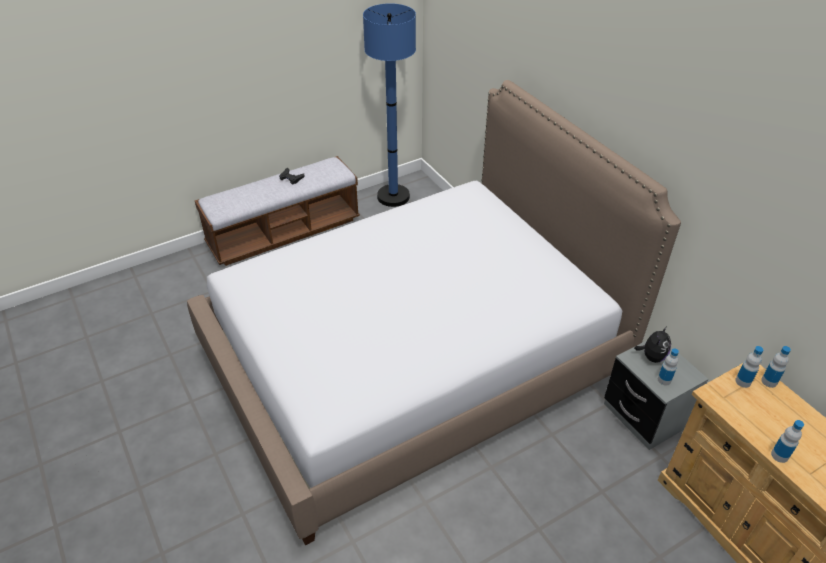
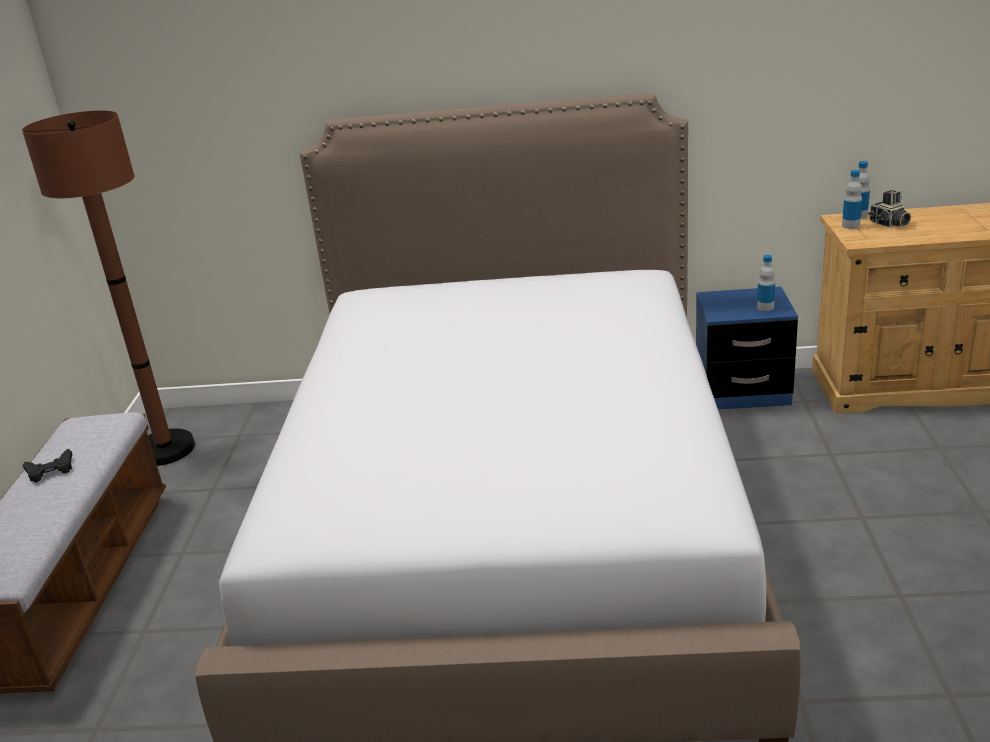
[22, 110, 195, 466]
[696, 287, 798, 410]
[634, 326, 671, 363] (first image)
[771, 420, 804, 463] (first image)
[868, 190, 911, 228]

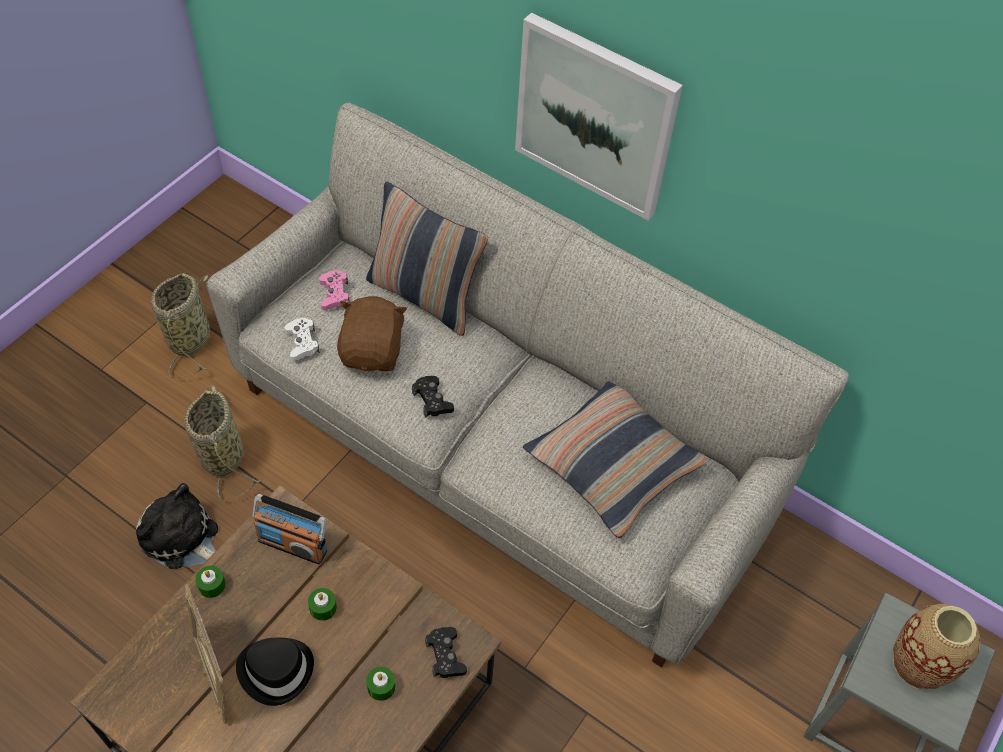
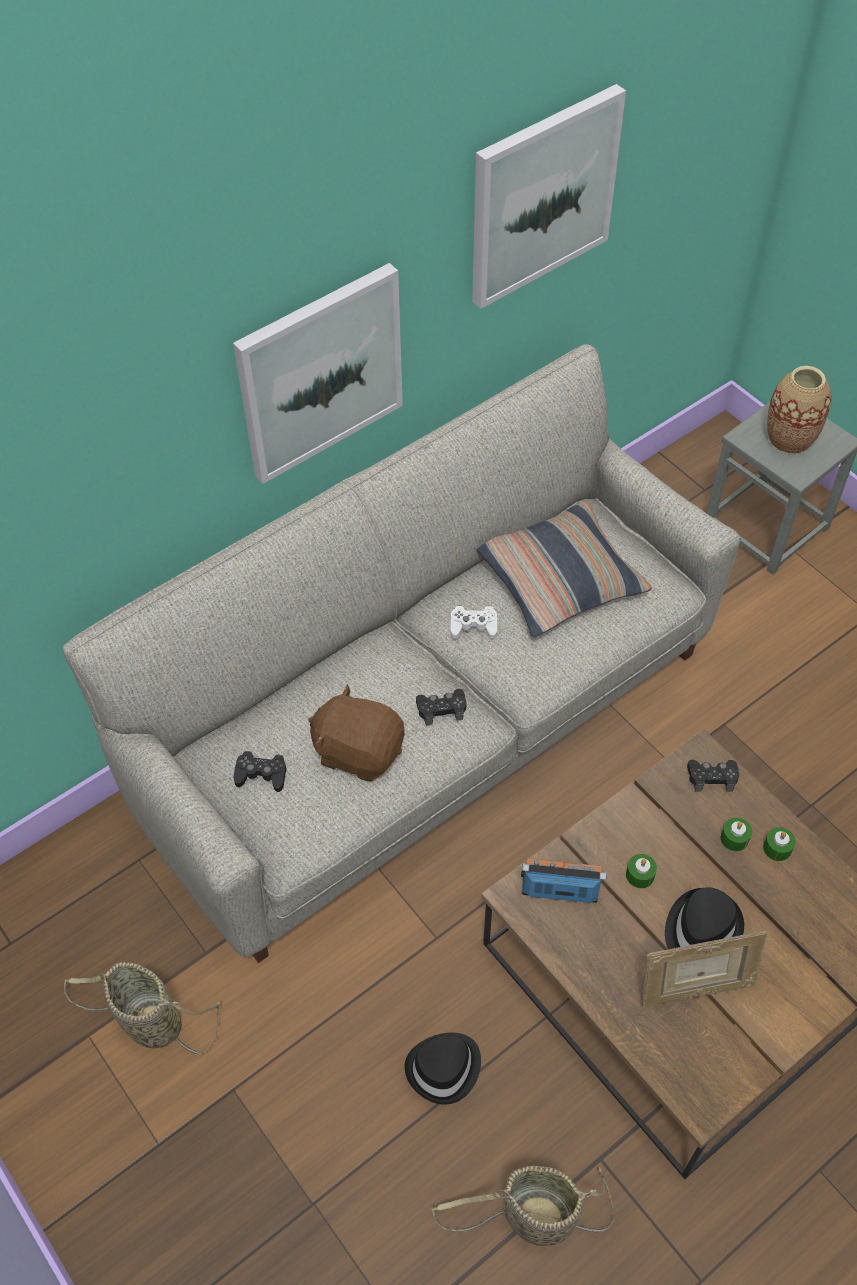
[404, 1033, 481, 1104]
[432, 1166, 614, 1246]
[763, 827, 796, 861]
[521, 858, 607, 903]
[450, 606, 497, 639]
[233, 751, 287, 792]
[366, 182, 488, 336] (first image)
[472, 84, 626, 309]

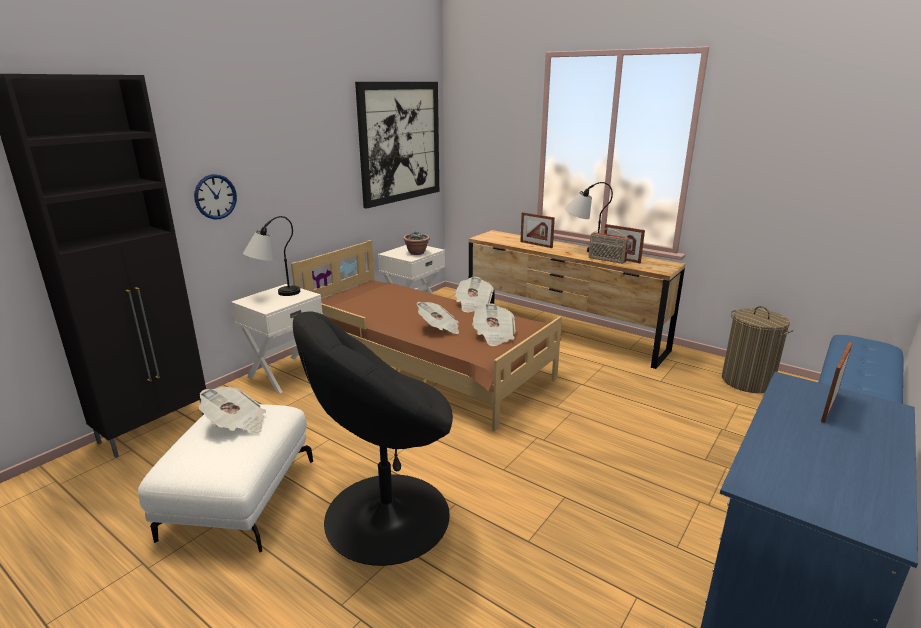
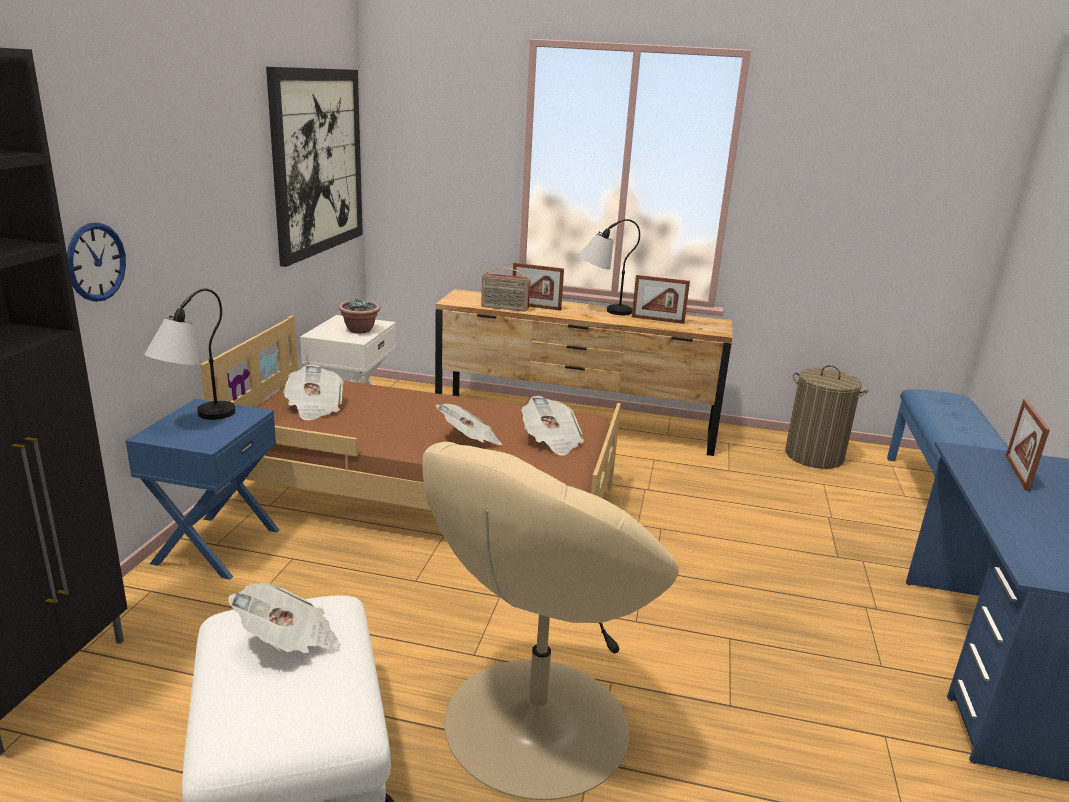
[125, 399, 279, 579]
[422, 442, 679, 800]
[283, 365, 344, 420]
[481, 268, 531, 311]

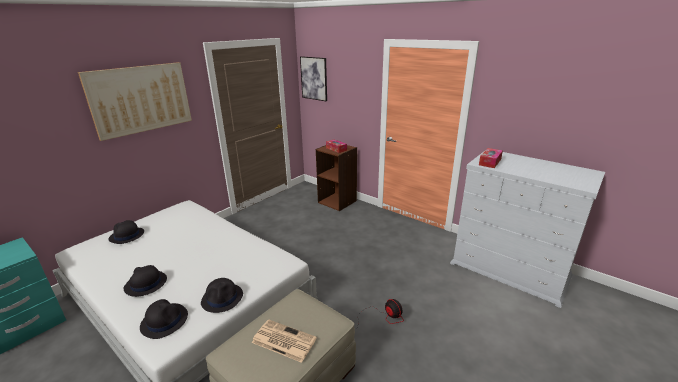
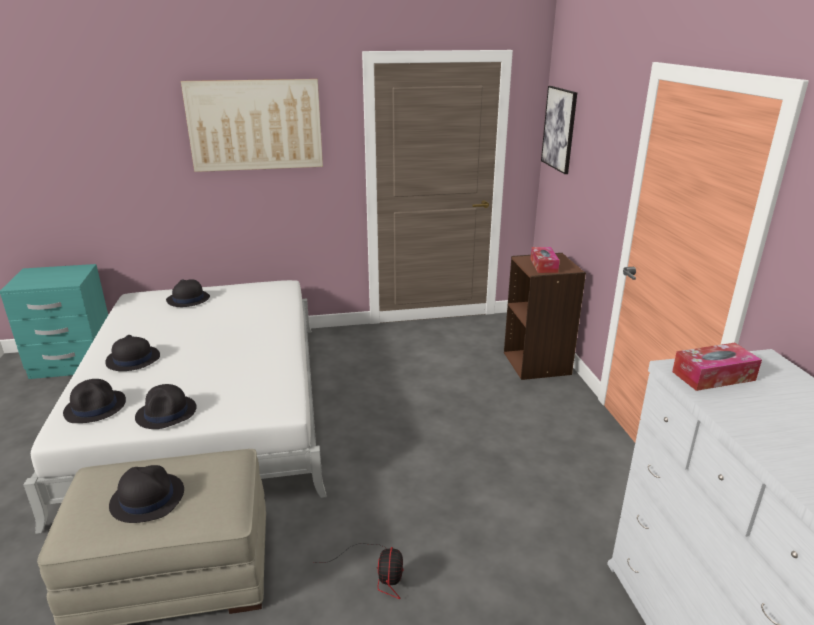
[109, 465, 184, 523]

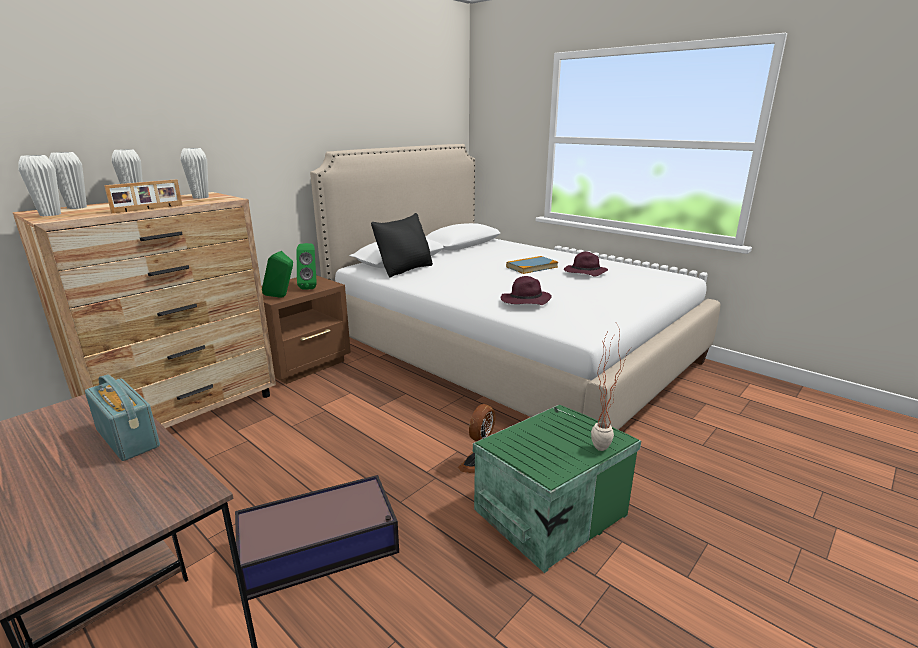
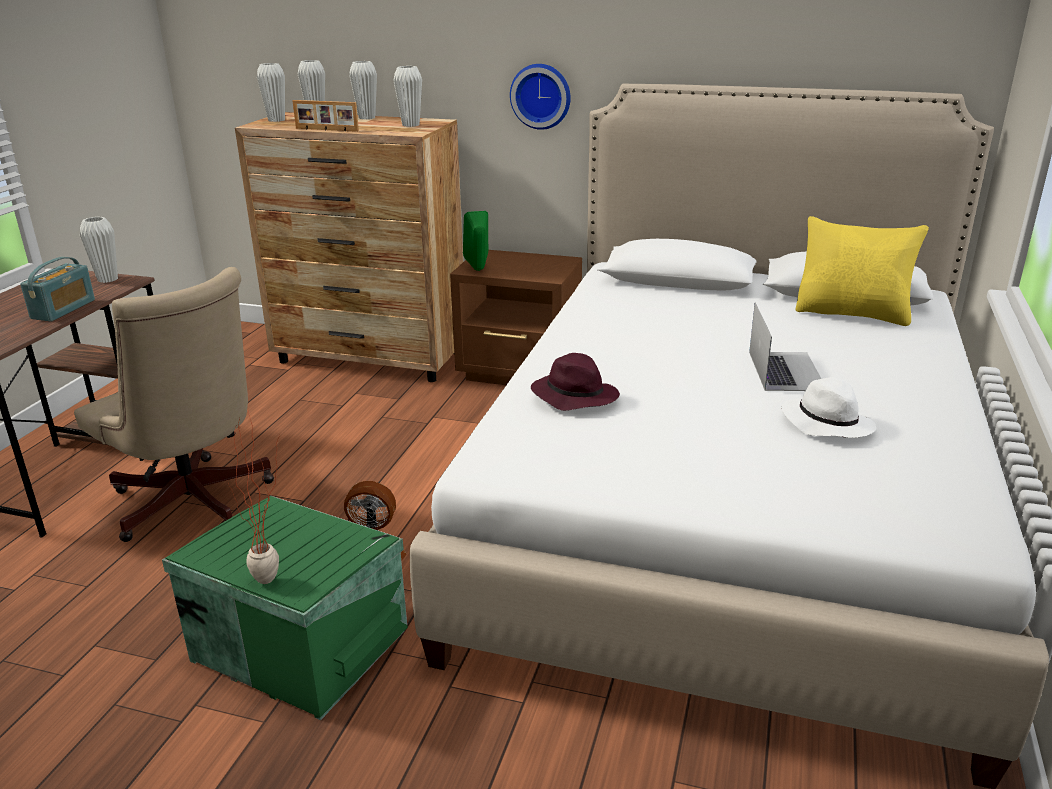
[74, 267, 274, 542]
[296, 243, 317, 289] (first image)
[371, 213, 433, 277] (first image)
[749, 302, 821, 391]
[781, 377, 876, 438]
[80, 217, 118, 283]
[510, 64, 571, 130]
[796, 216, 929, 326]

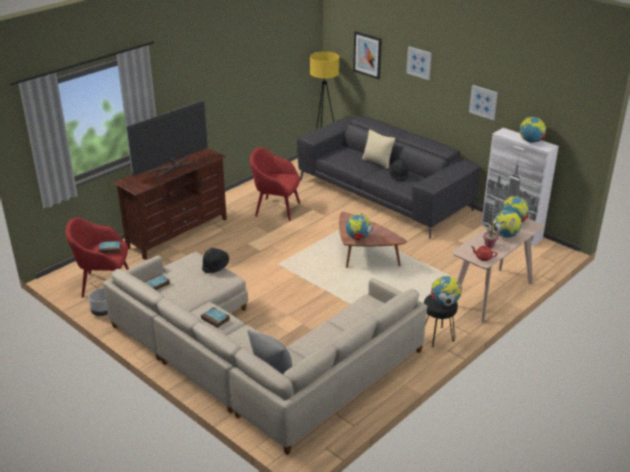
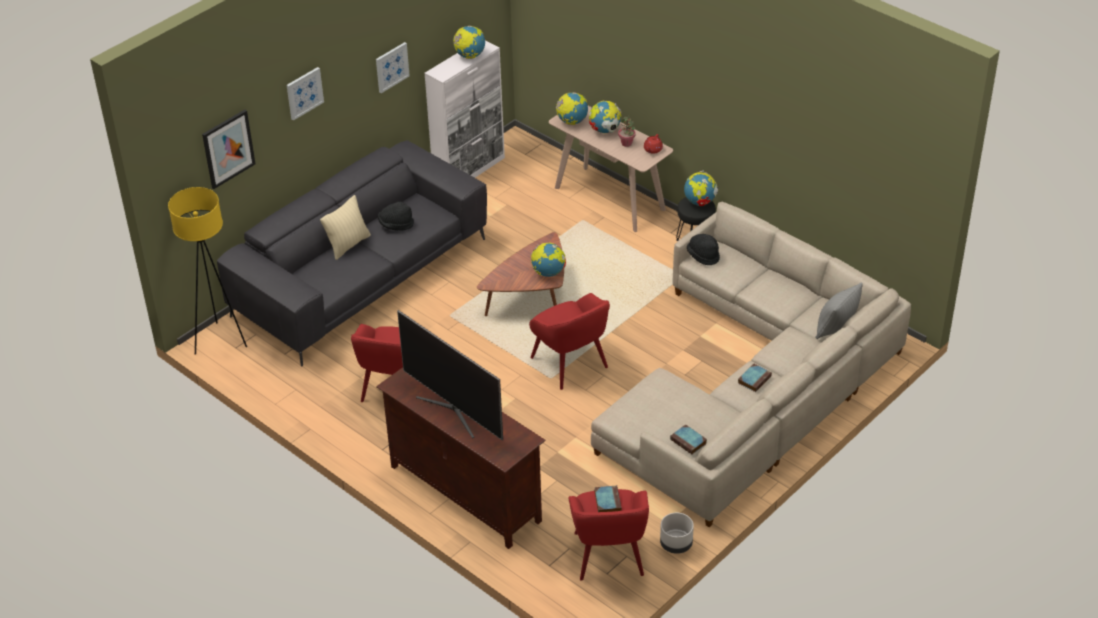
[687, 234, 720, 265]
[529, 293, 610, 390]

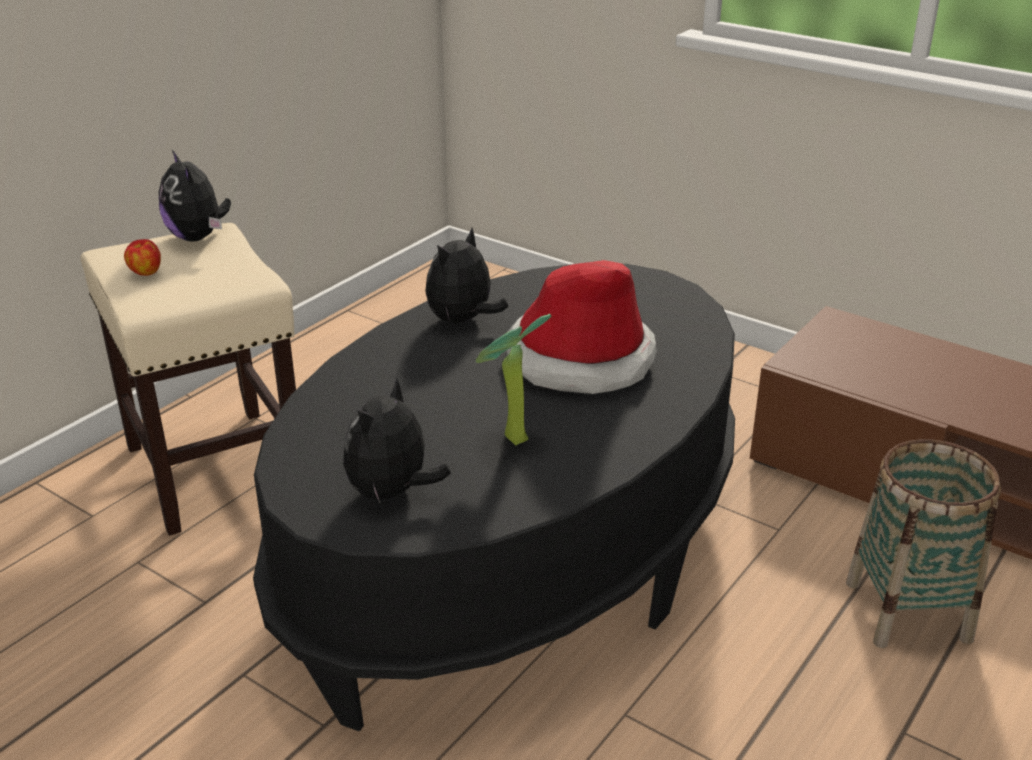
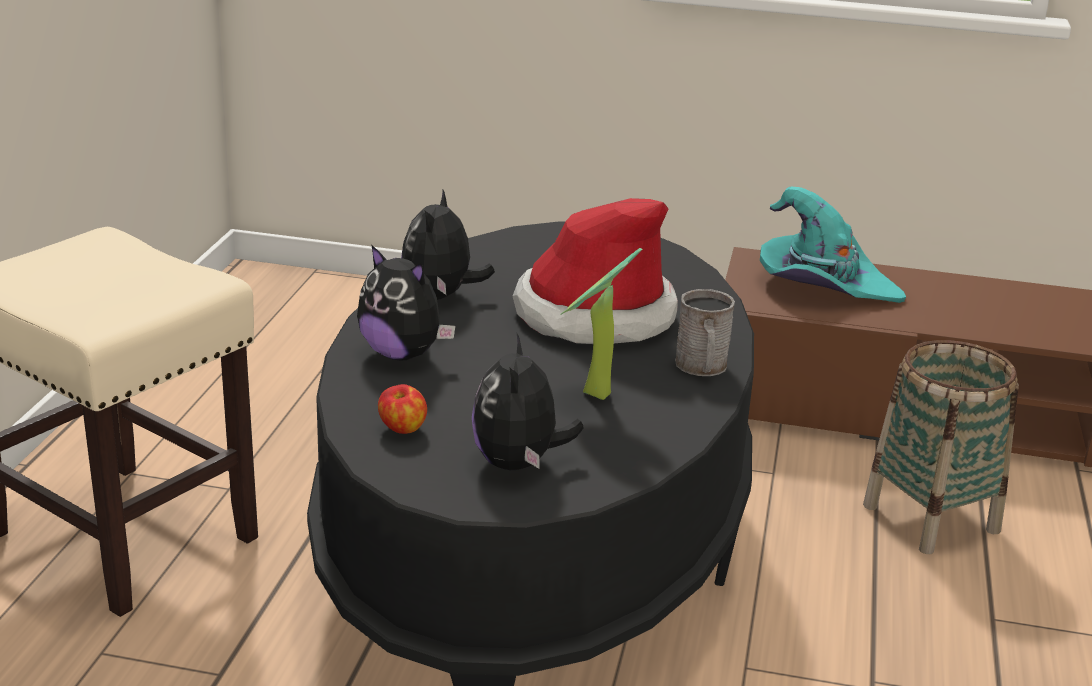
[378, 384, 427, 434]
[357, 245, 455, 361]
[675, 289, 735, 376]
[760, 187, 906, 303]

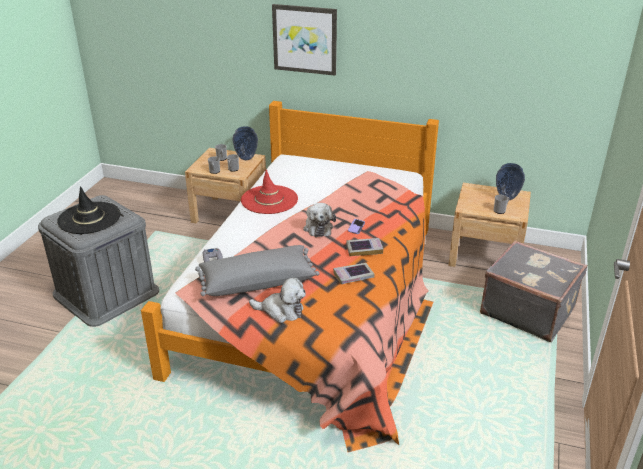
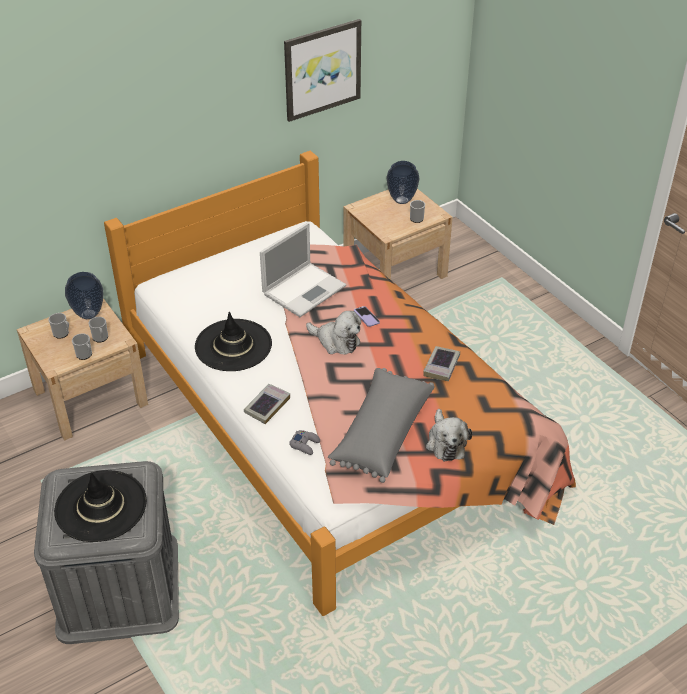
[195, 312, 272, 371]
[426, 409, 472, 461]
[284, 19, 361, 122]
[244, 384, 290, 424]
[480, 241, 587, 342] (first image)
[260, 223, 346, 317]

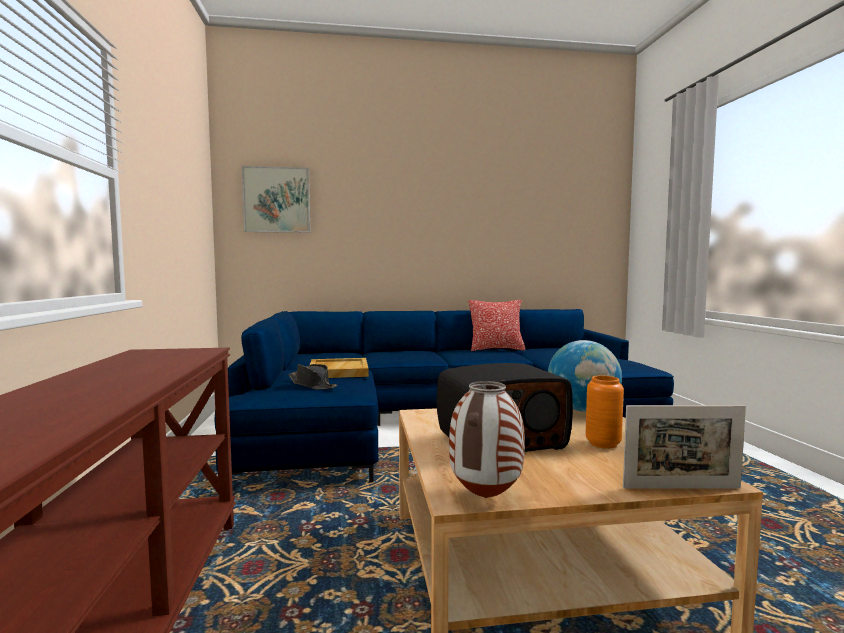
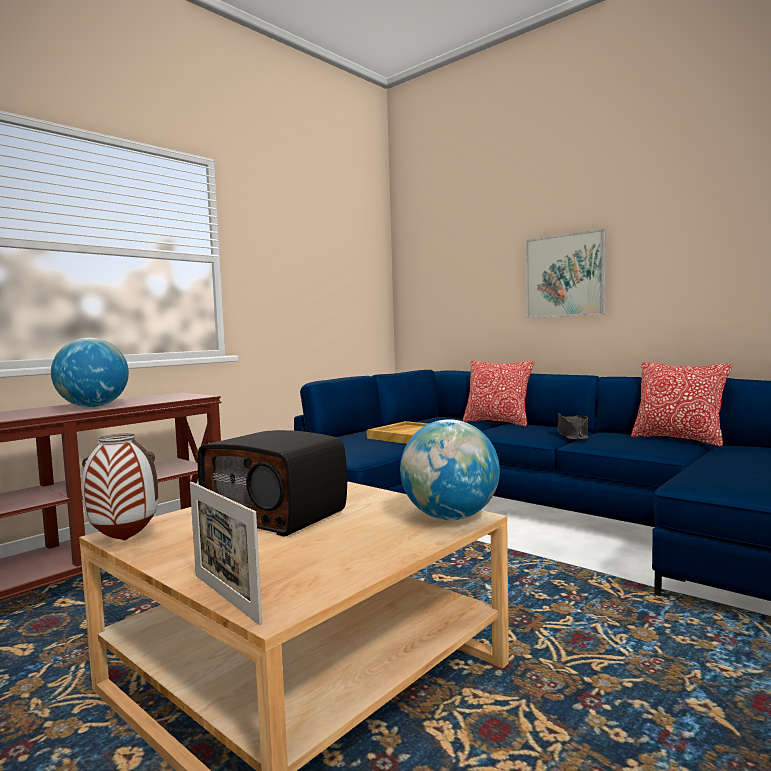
[526, 229, 605, 318]
[558, 413, 588, 440]
[585, 375, 624, 449] (first image)
[51, 337, 129, 407]
[463, 361, 534, 427]

